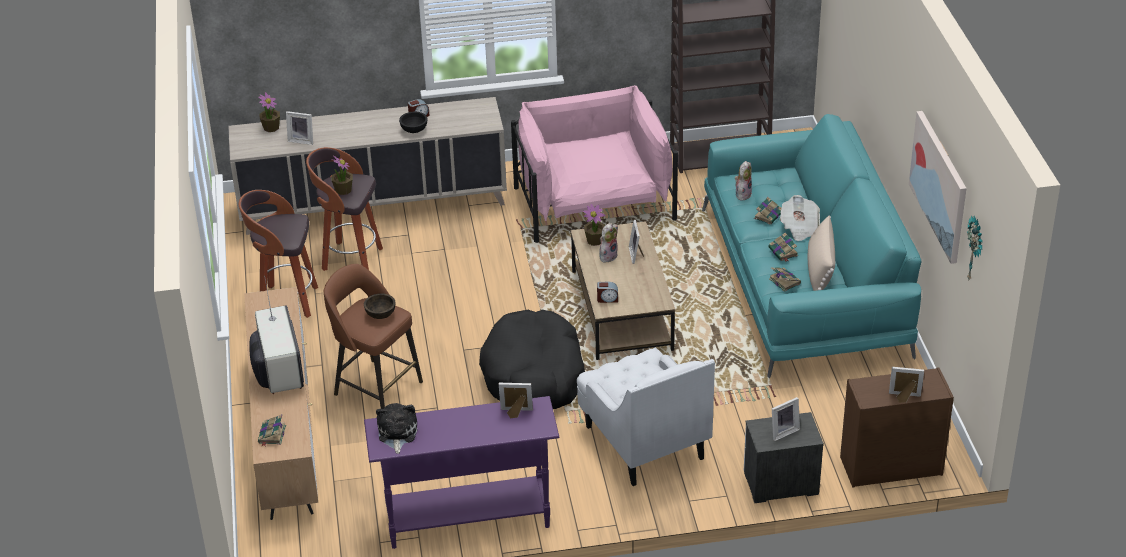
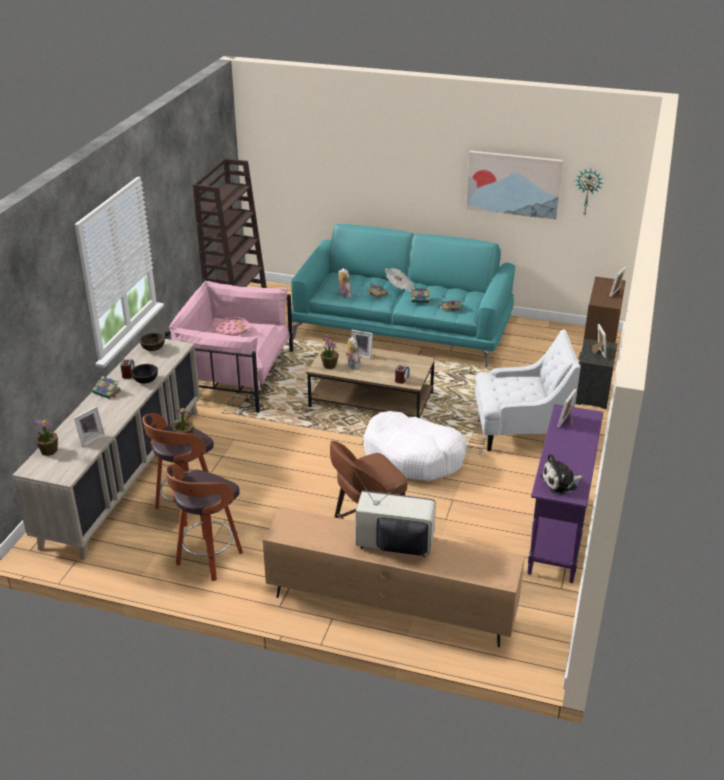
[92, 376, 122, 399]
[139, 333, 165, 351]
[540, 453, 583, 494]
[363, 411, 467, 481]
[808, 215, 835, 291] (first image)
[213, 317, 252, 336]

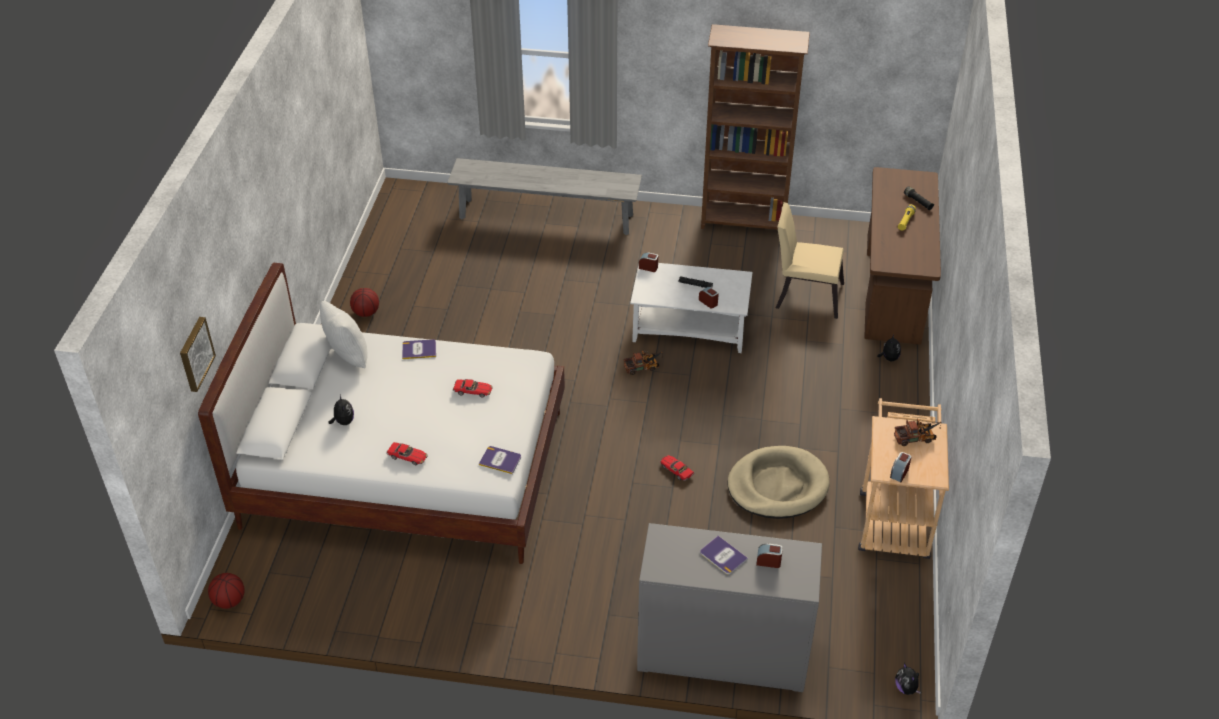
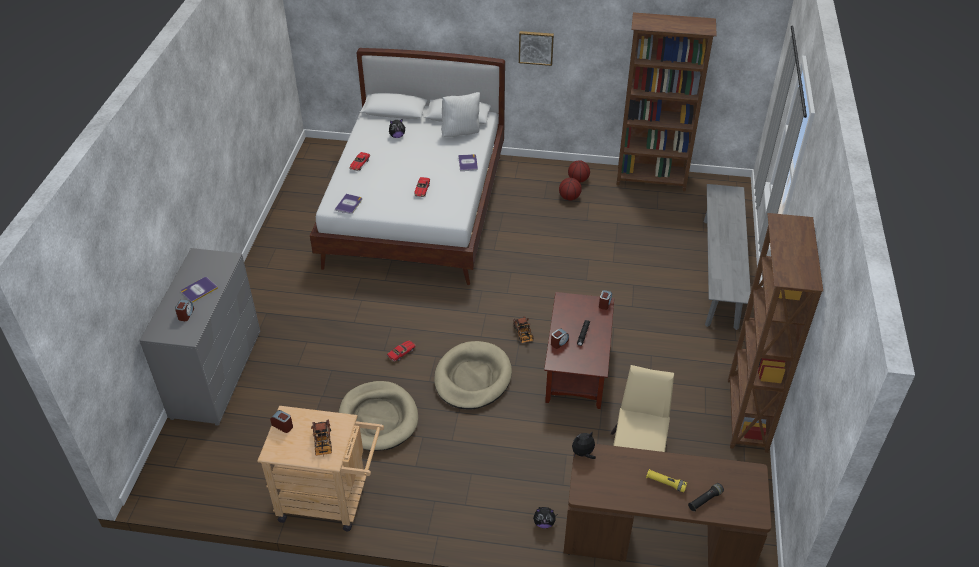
[519, 31, 554, 66]
[559, 178, 582, 200]
[544, 292, 614, 409]
[572, 432, 596, 459]
[434, 341, 512, 410]
[616, 12, 717, 192]

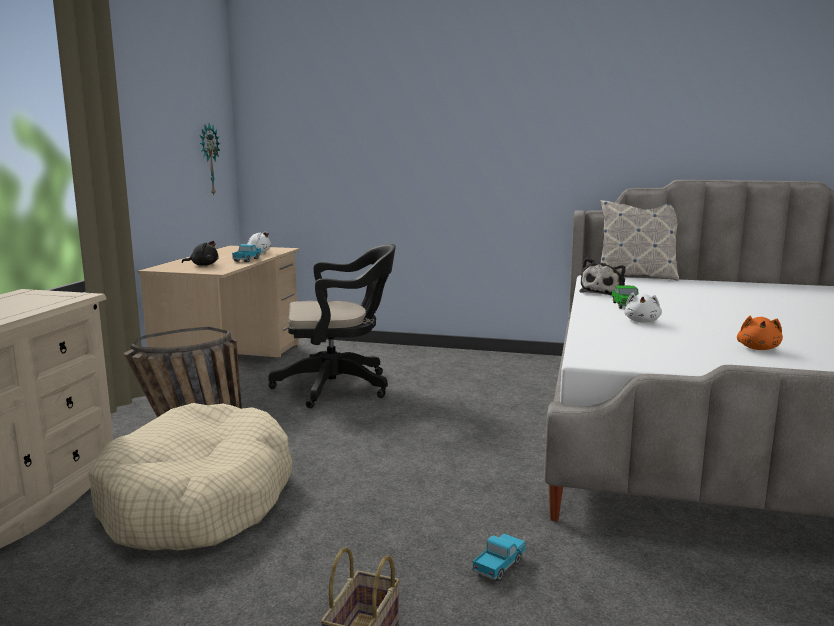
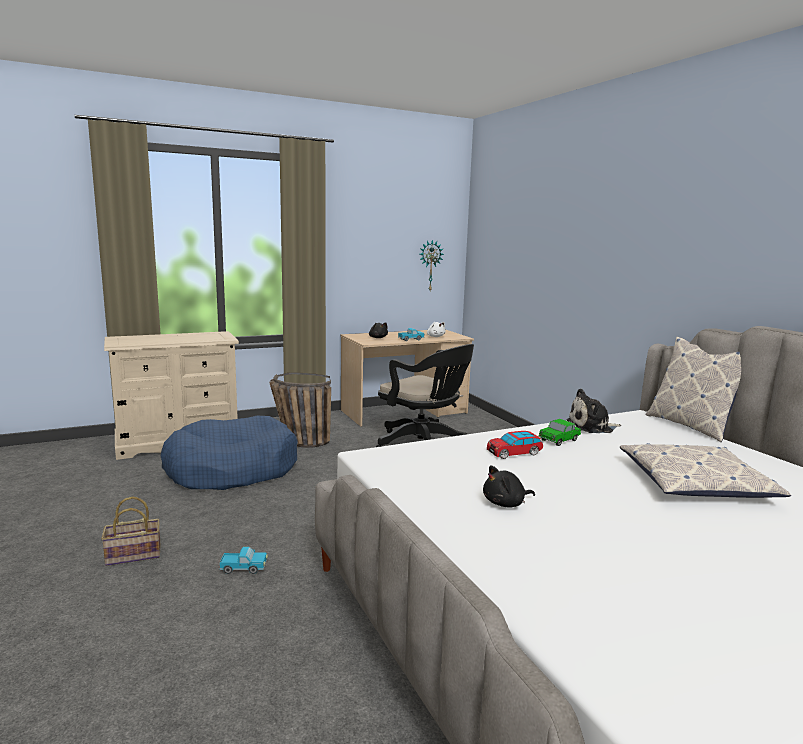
[161, 416, 297, 490]
[487, 431, 543, 459]
[483, 465, 535, 507]
[620, 443, 791, 498]

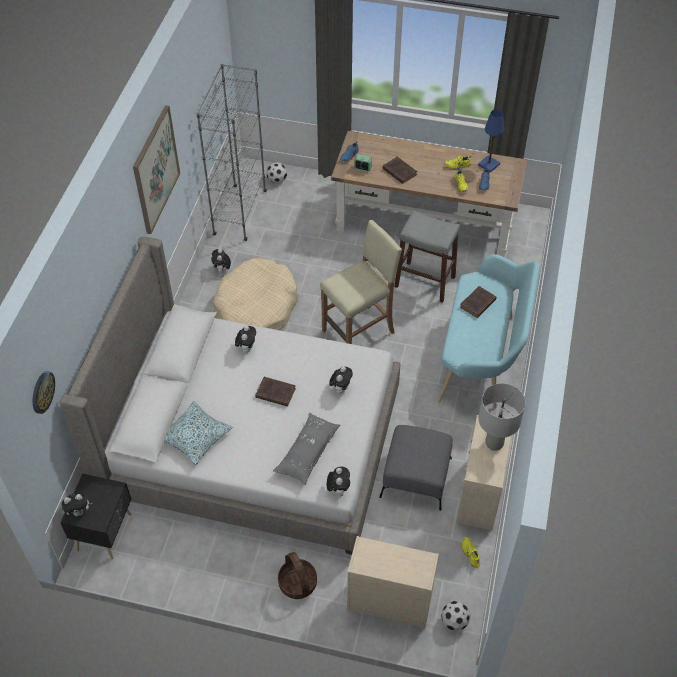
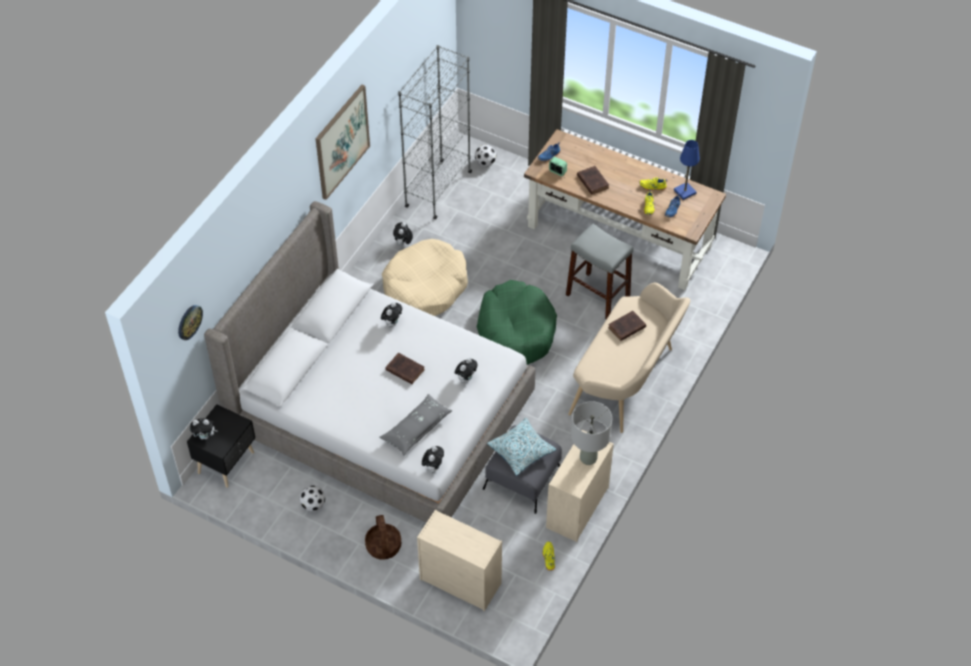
[487, 418, 556, 476]
[477, 280, 557, 365]
[568, 283, 690, 433]
[299, 485, 325, 511]

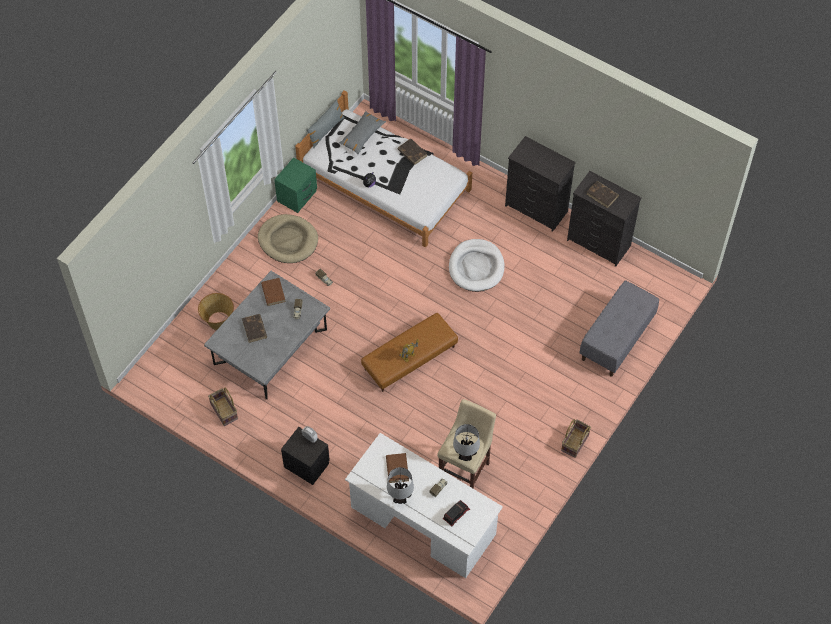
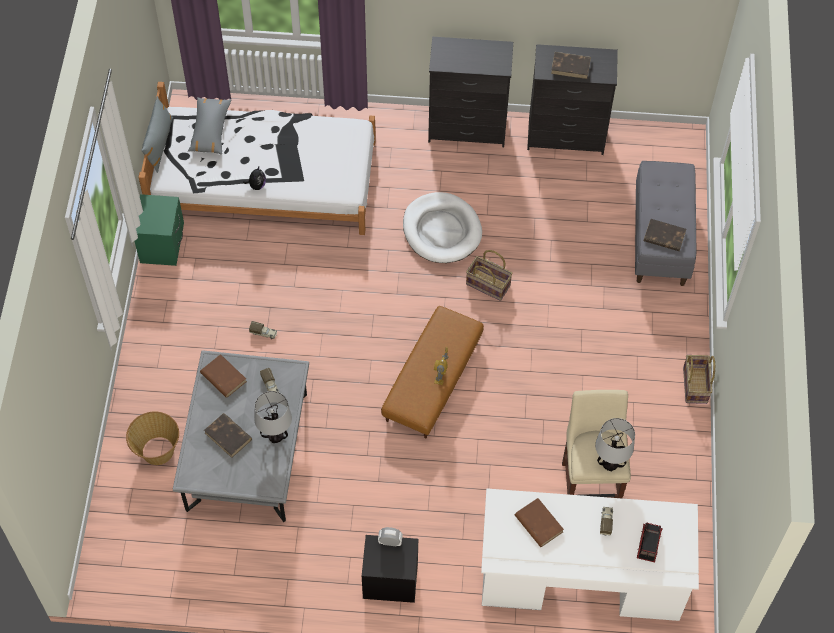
[466, 250, 513, 301]
[258, 214, 318, 263] (first image)
[255, 391, 292, 443]
[644, 219, 686, 251]

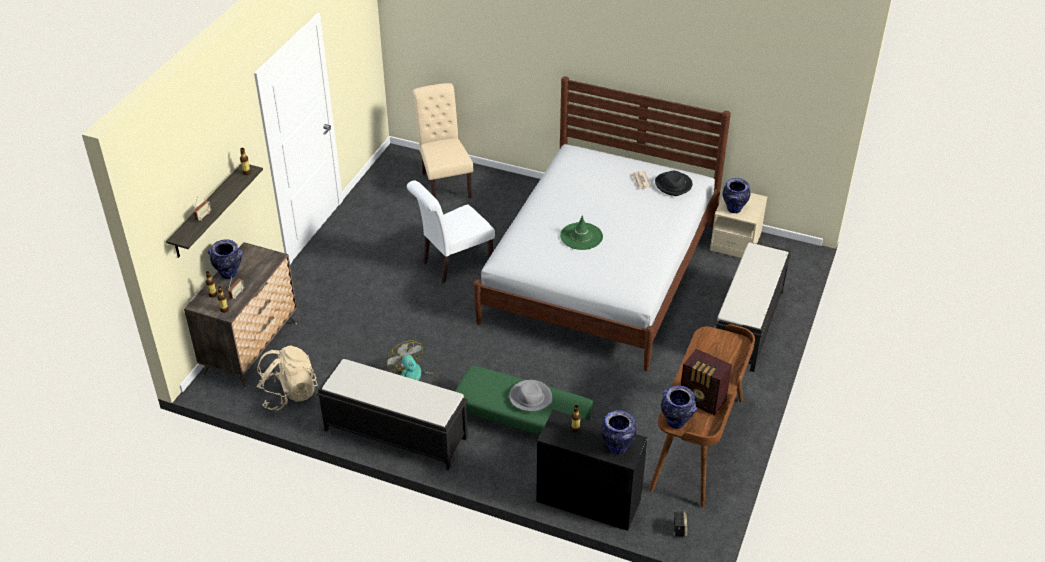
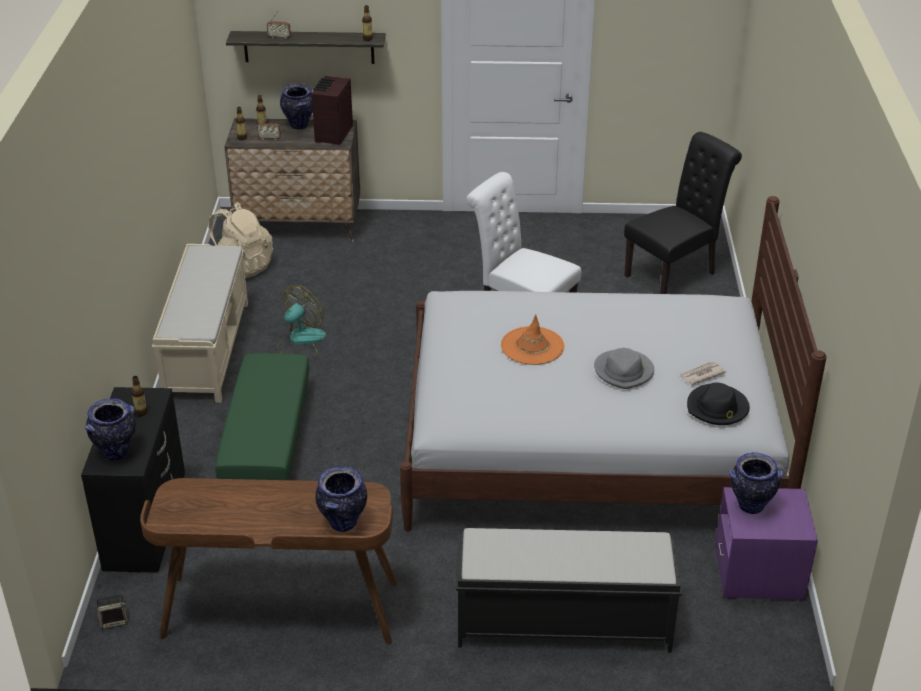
[152, 244, 248, 403]
[624, 132, 742, 294]
[594, 348, 654, 389]
[501, 314, 564, 365]
[315, 467, 367, 532]
[312, 76, 353, 145]
[715, 487, 818, 601]

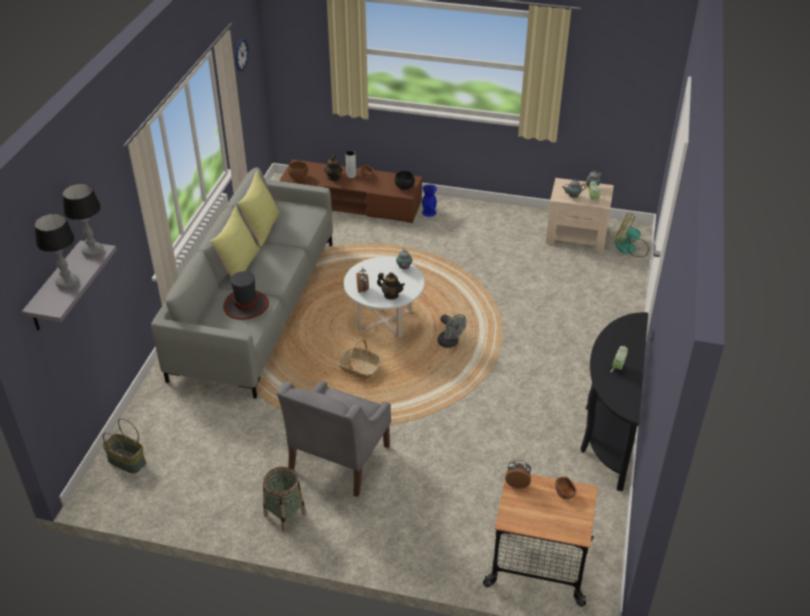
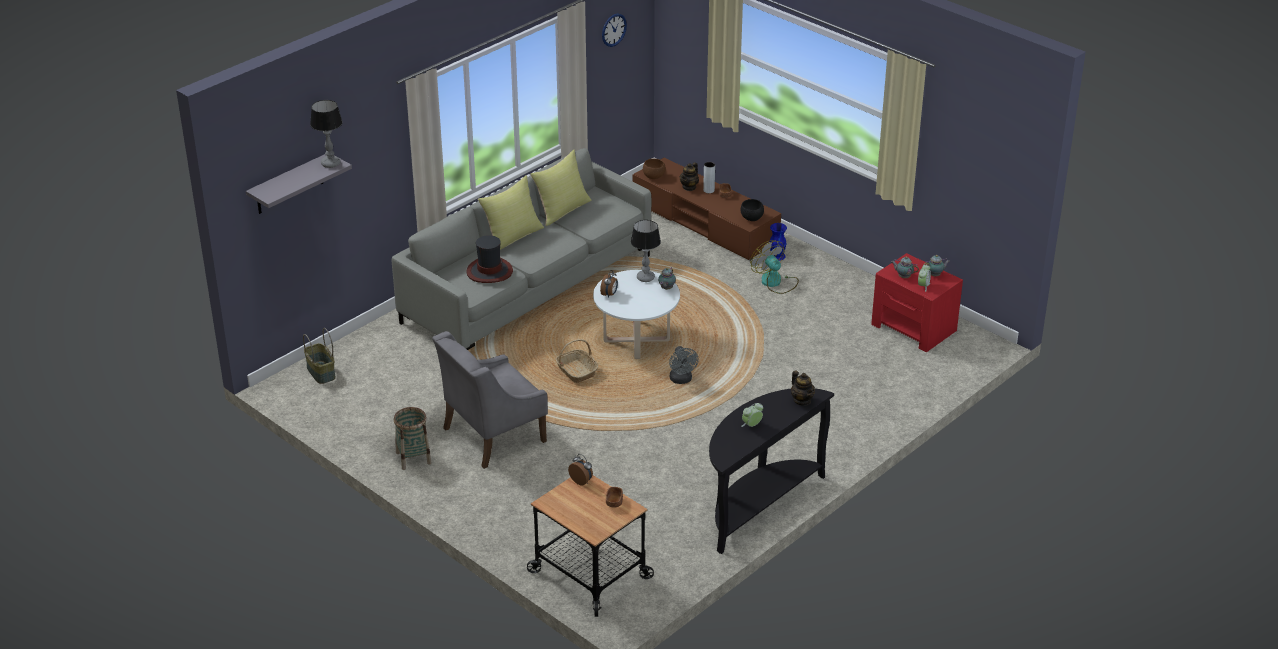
[631, 220, 661, 282]
[791, 370, 815, 406]
[871, 253, 963, 352]
[750, 240, 799, 294]

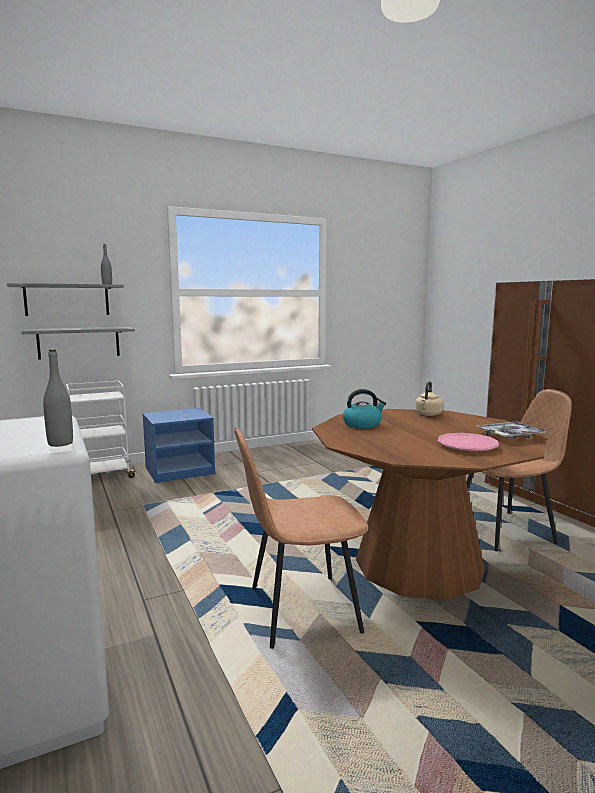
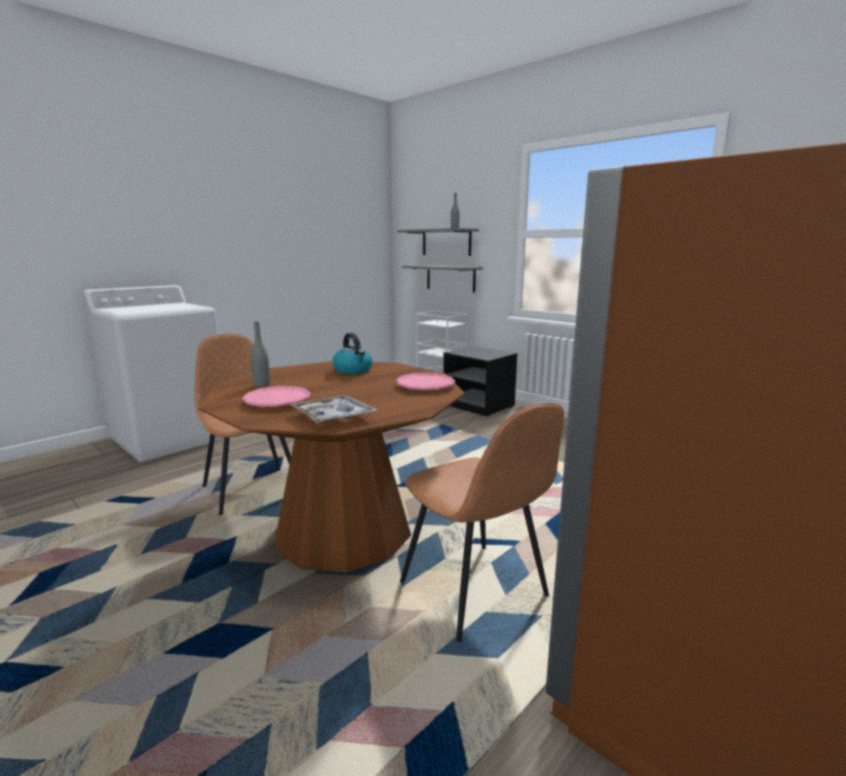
[251, 322, 270, 387]
[443, 346, 518, 416]
[396, 373, 455, 391]

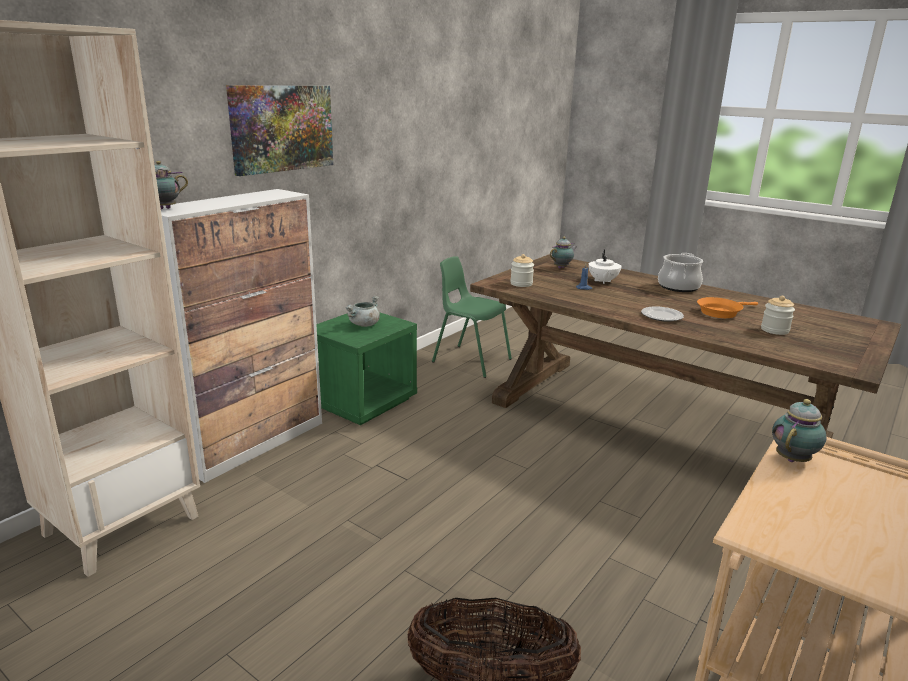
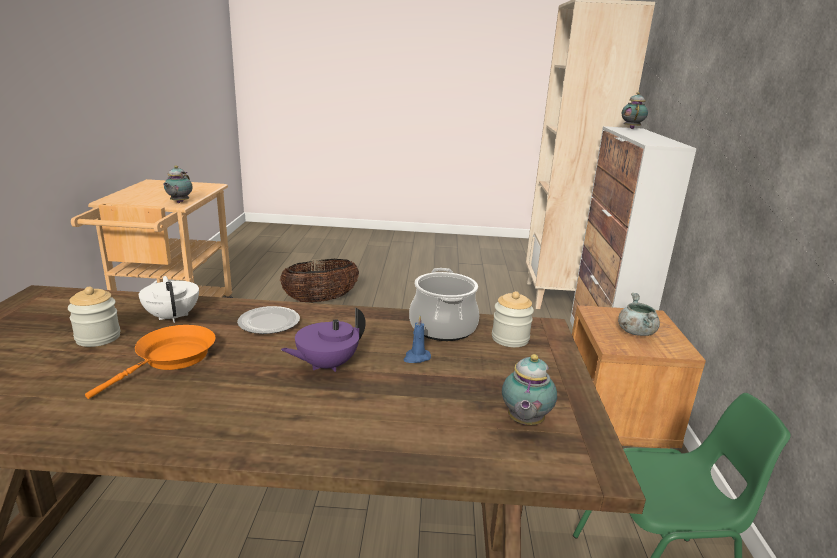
[226, 85, 333, 176] (first image)
[572, 305, 706, 448]
[139, 276, 199, 323]
[409, 268, 479, 341]
[281, 307, 366, 372]

